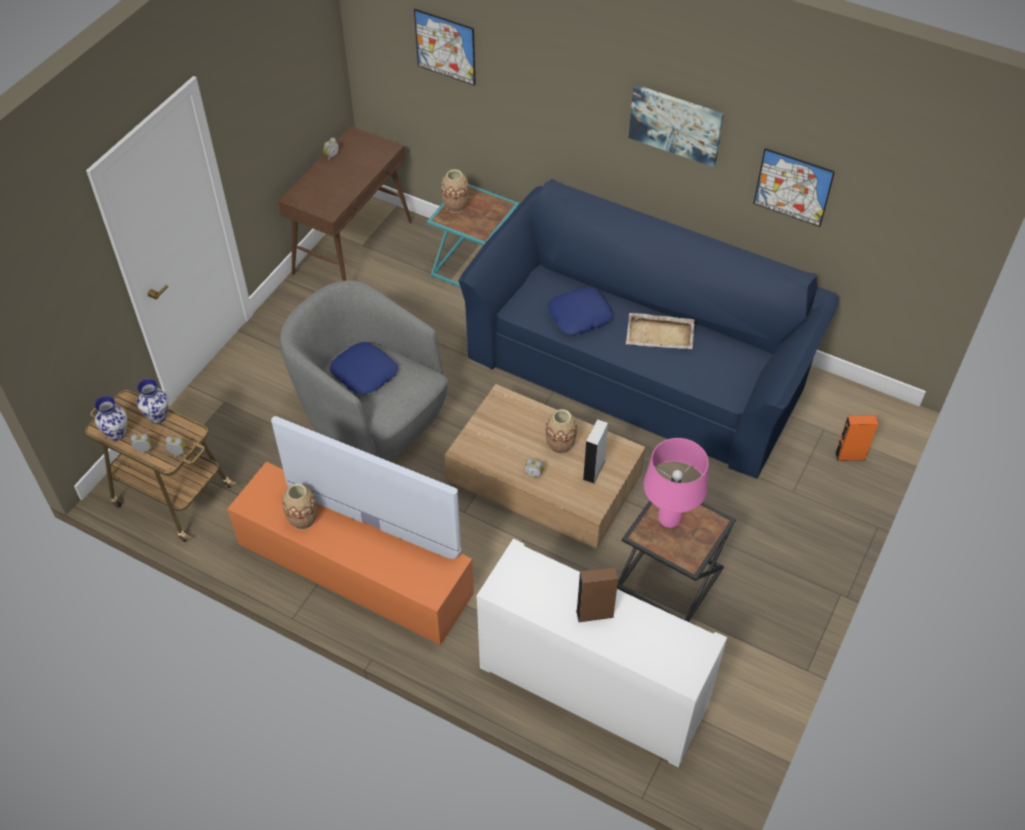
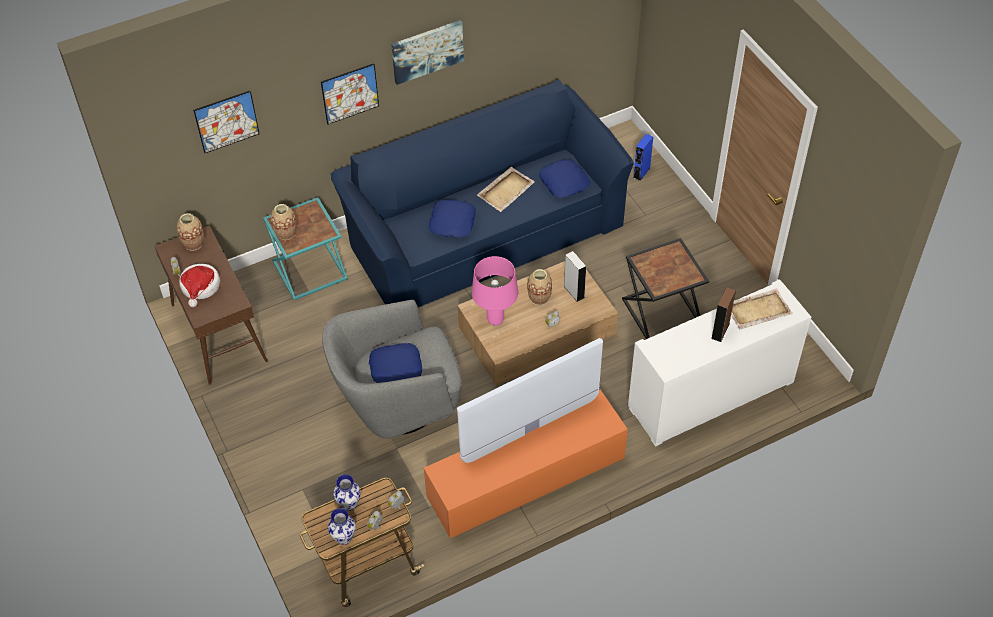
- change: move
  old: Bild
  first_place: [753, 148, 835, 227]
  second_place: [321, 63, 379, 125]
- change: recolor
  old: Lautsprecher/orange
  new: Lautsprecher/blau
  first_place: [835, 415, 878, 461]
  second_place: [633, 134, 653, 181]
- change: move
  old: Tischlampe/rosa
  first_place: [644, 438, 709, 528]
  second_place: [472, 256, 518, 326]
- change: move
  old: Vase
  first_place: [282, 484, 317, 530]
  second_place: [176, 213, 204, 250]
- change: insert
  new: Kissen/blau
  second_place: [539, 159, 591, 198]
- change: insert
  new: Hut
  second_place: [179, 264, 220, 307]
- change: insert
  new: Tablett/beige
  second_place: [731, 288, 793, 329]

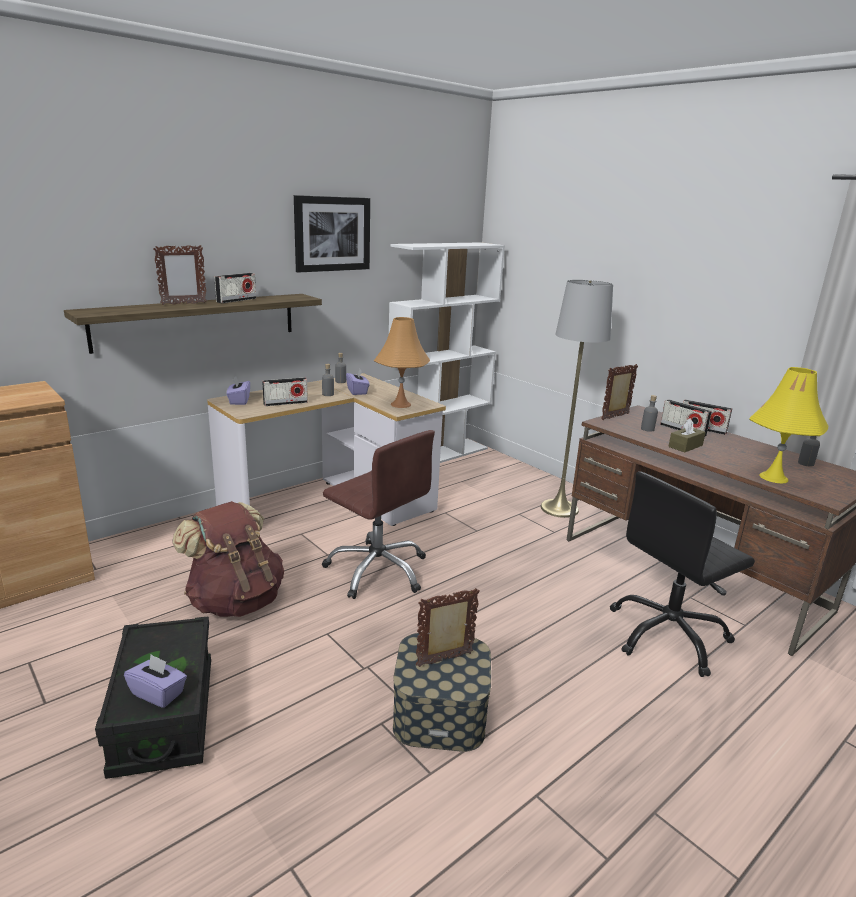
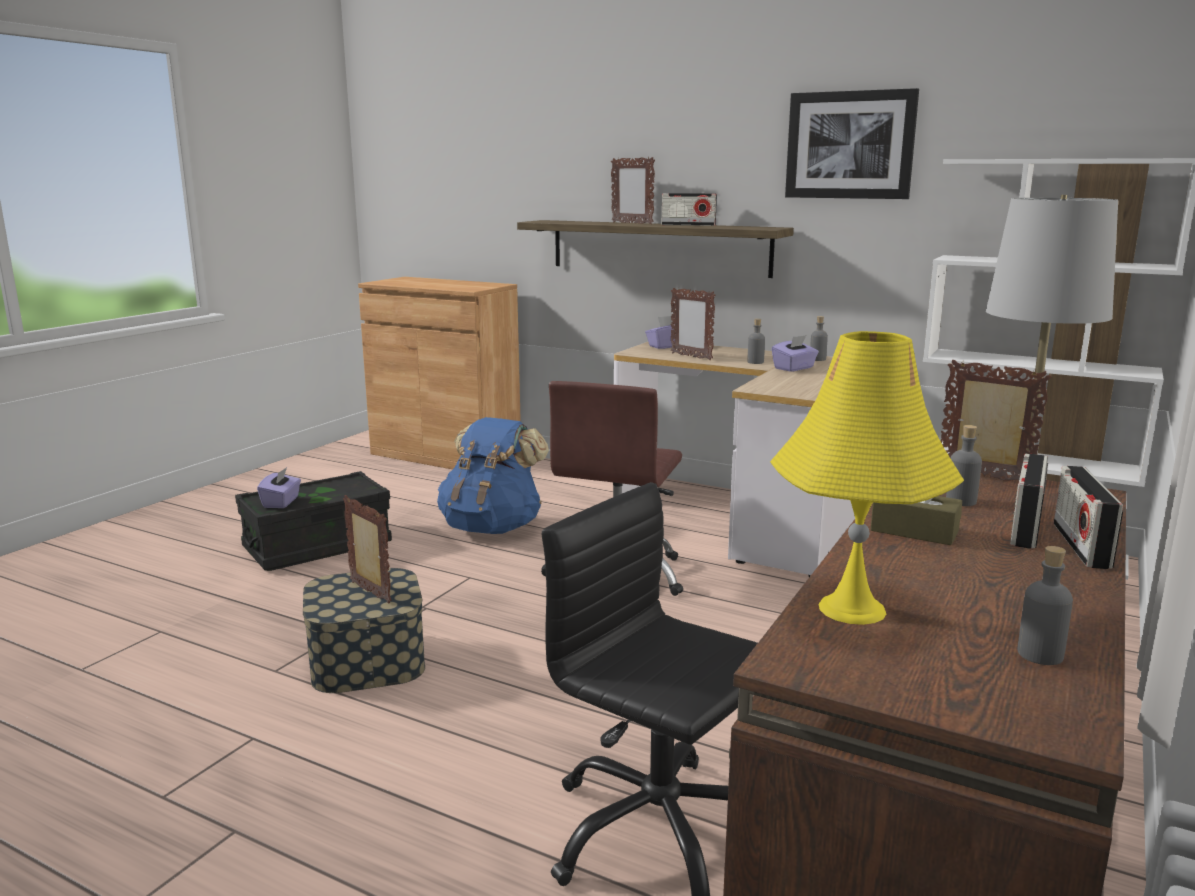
- change: delete
  old: Tischlampe/orange
  first_place: [374, 317, 430, 408]
- change: replace
  old: Radio
  new: Bilderrahmen
  first_place: [262, 377, 308, 406]
  second_place: [671, 288, 716, 360]
- change: recolor
  old: Rucksack/braun
  new: Rucksack/blau
  first_place: [172, 501, 284, 617]
  second_place: [437, 417, 549, 534]

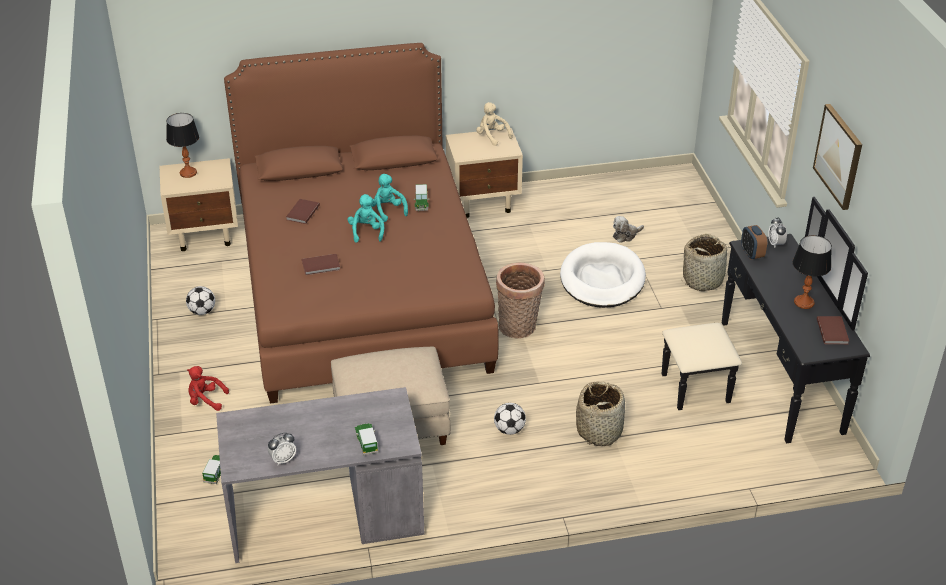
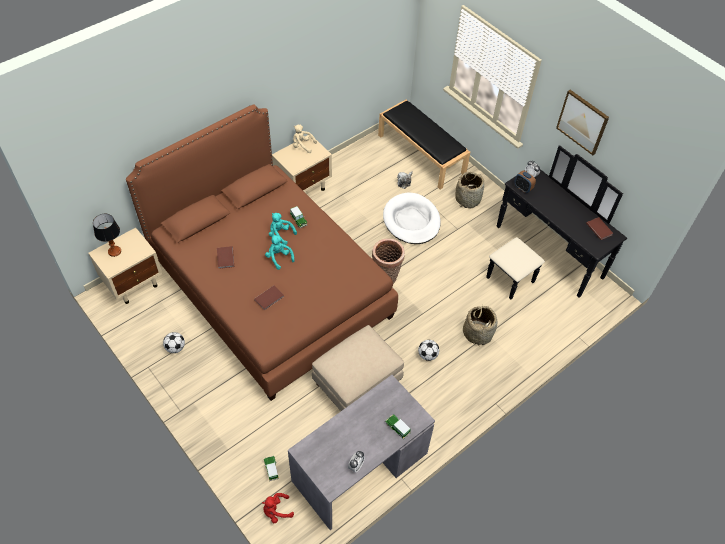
- change: delete
  old: Tischlampe
  first_place: [792, 235, 832, 309]
- change: move
  old: Plüschtier/rot
  first_place: [187, 366, 229, 411]
  second_place: [262, 493, 294, 523]
- change: insert
  new: Bank/schwarz
  second_place: [378, 99, 470, 189]

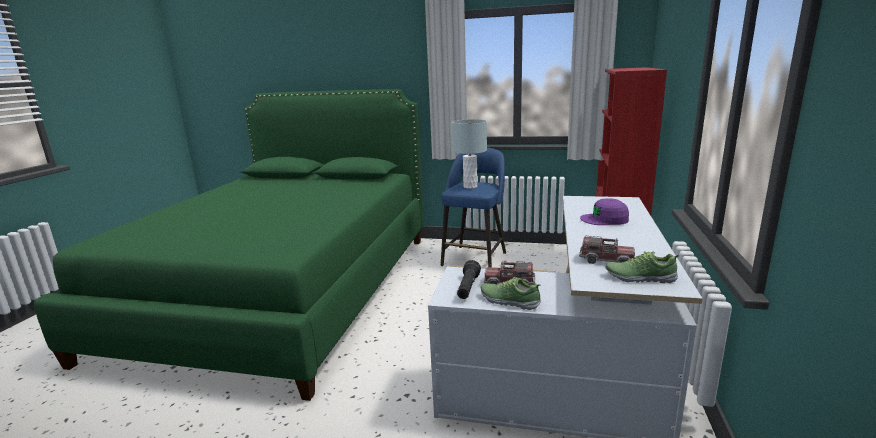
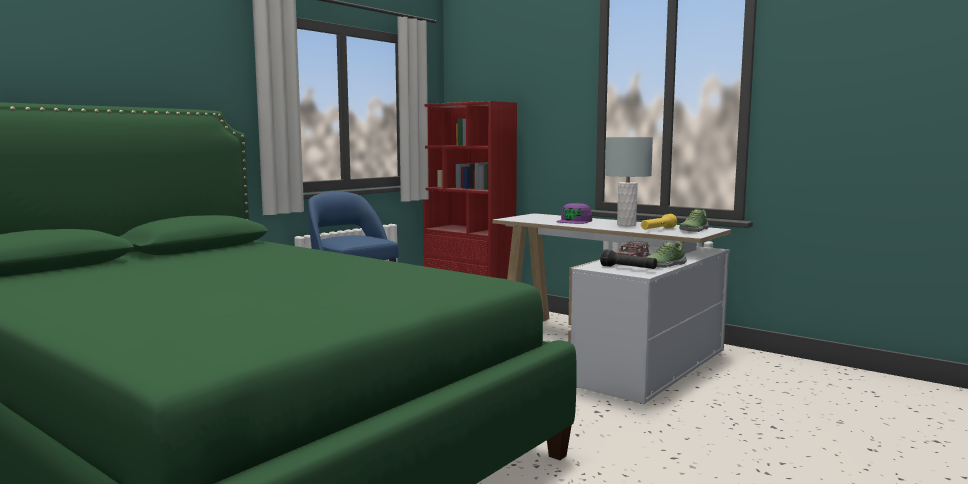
- change: move
  old: Tischlampe/grau
  first_place: [452, 119, 487, 189]
  second_place: [605, 137, 653, 226]
- change: replace
  old: Spielzeuglaster
  new: Taschenlampe/gelb
  first_place: [579, 236, 635, 264]
  second_place: [641, 214, 677, 229]

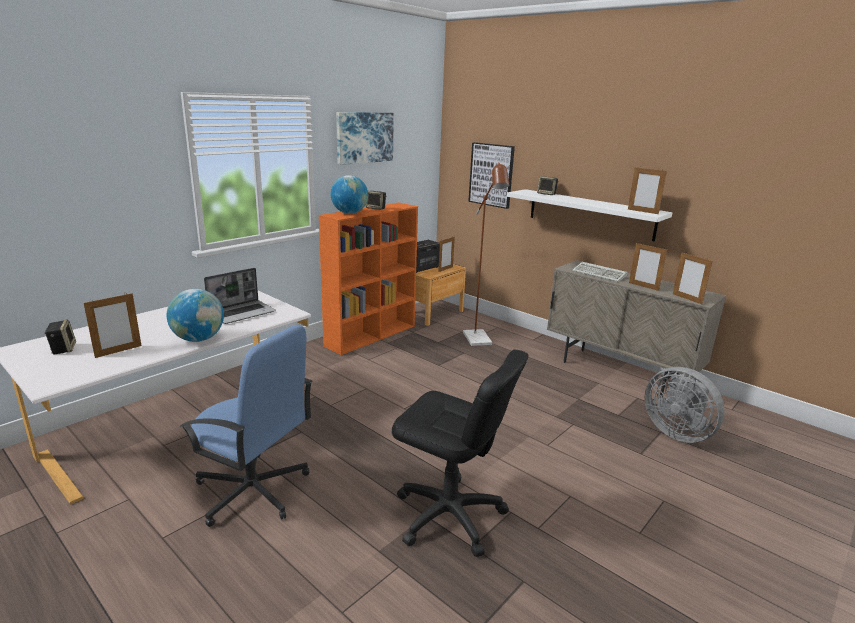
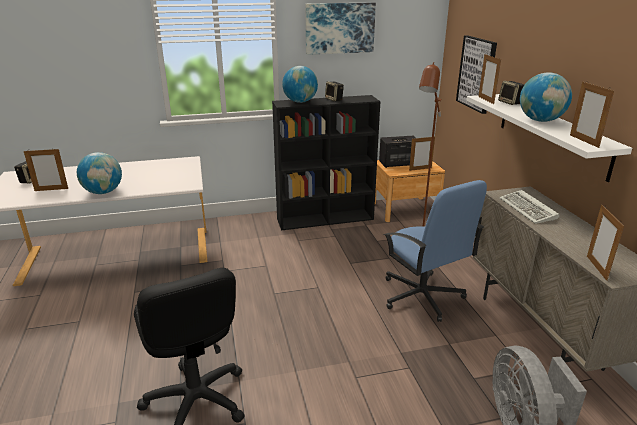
- change: recolor
  old: Bücherregal/orange
  new: Bücherregal/schwarz
  first_place: [319, 203, 418, 355]
  second_place: [272, 95, 380, 230]
- change: move
  old: Bilderrahmen
  first_place: [629, 243, 667, 291]
  second_place: [478, 54, 501, 104]
- change: delete
  old: Laptop
  first_place: [204, 268, 276, 324]
- change: move
  old: Bürostuhl/blau
  first_place: [179, 325, 313, 527]
  second_place: [384, 180, 487, 322]
- change: insert
  new: Globus
  second_place: [520, 72, 572, 122]

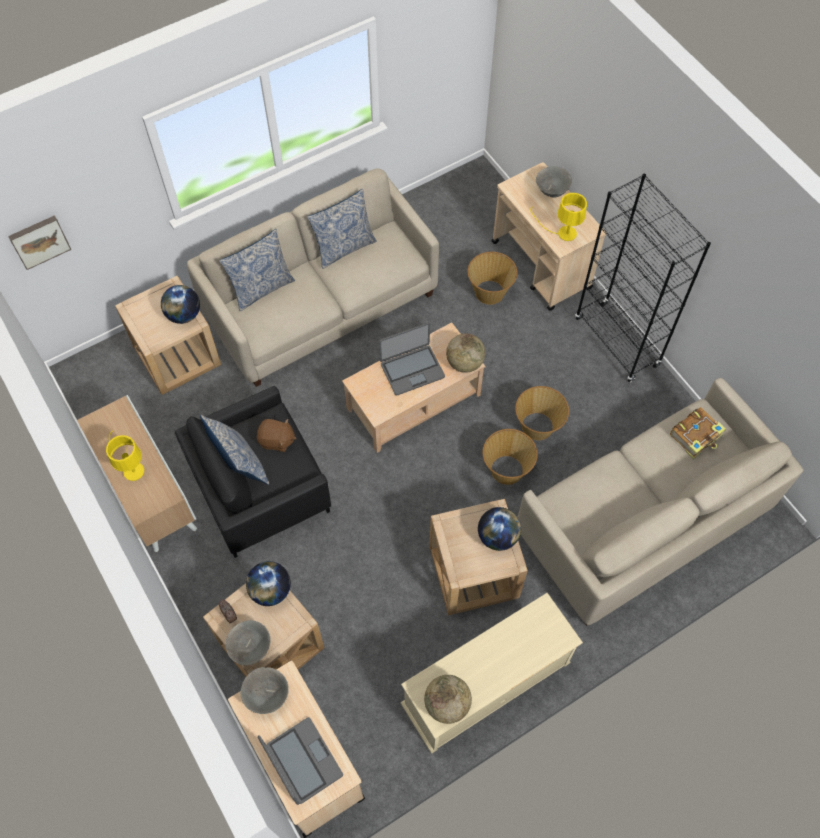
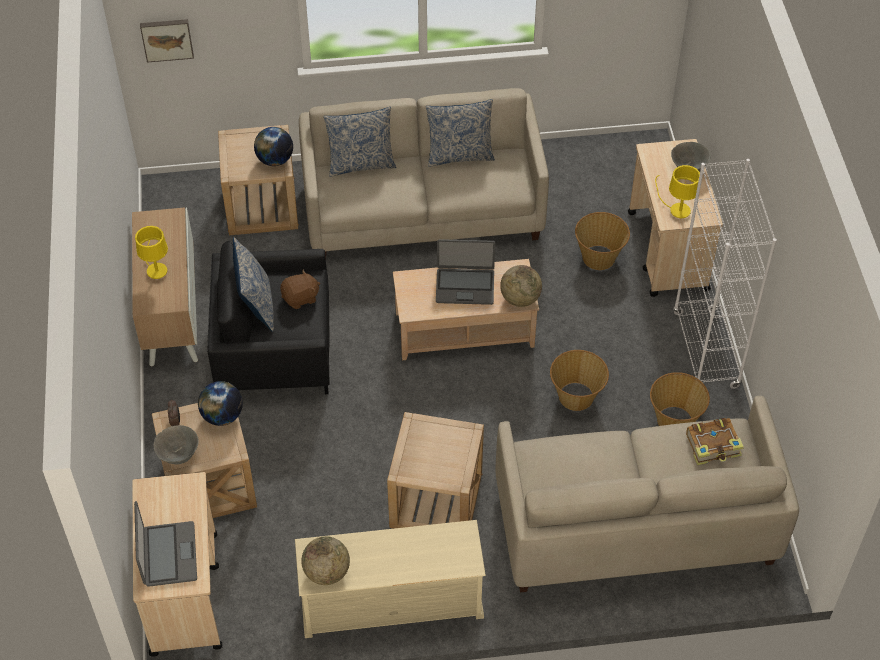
- change: recolor
  old: Bücherregal/schwarz
  new: Bücherregal/weiß
  first_place: [575, 174, 711, 383]
  second_place: [673, 159, 777, 389]
- change: rotate
  old: Plüschtier/braun
  first_place: [257, 419, 296, 452]
  second_place: [280, 269, 320, 309]
  degrees: -60
- change: move
  old: Korb
  first_place: [483, 429, 538, 485]
  second_place: [650, 372, 710, 426]
- change: delete
  old: Globus
  first_place: [478, 507, 521, 551]
- change: delete
  old: Schüssel/grau
  first_place: [240, 667, 289, 714]

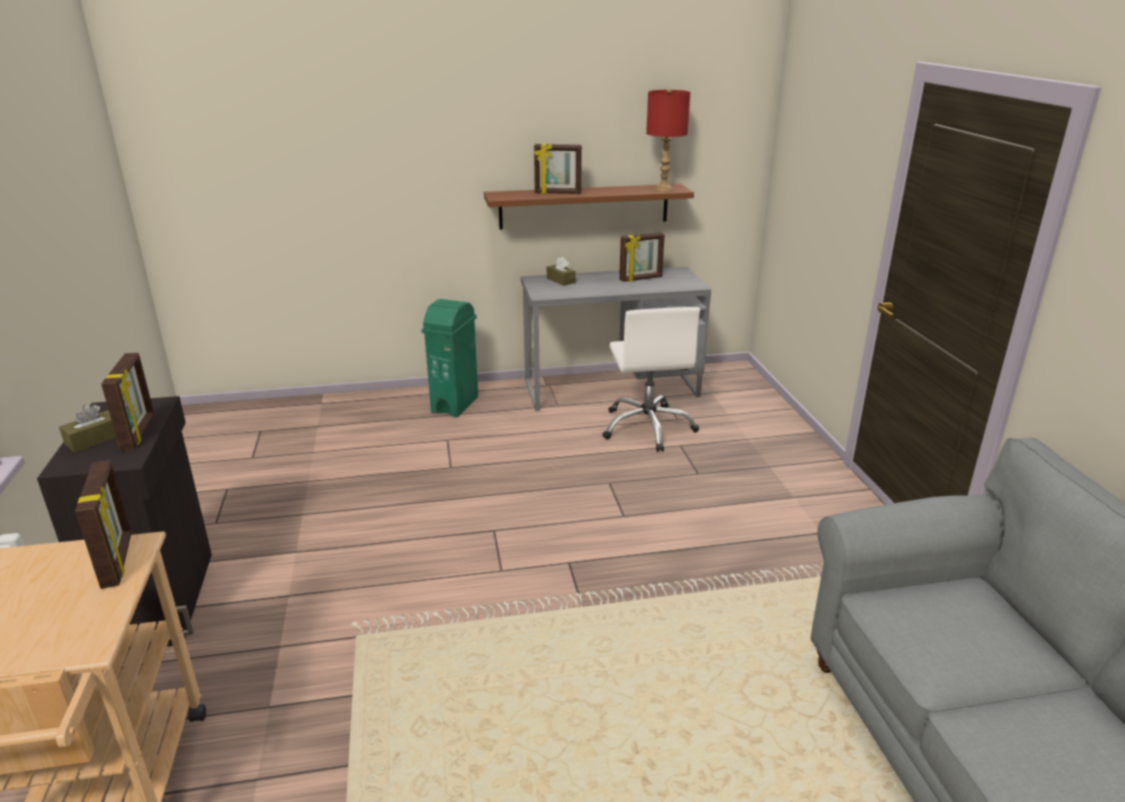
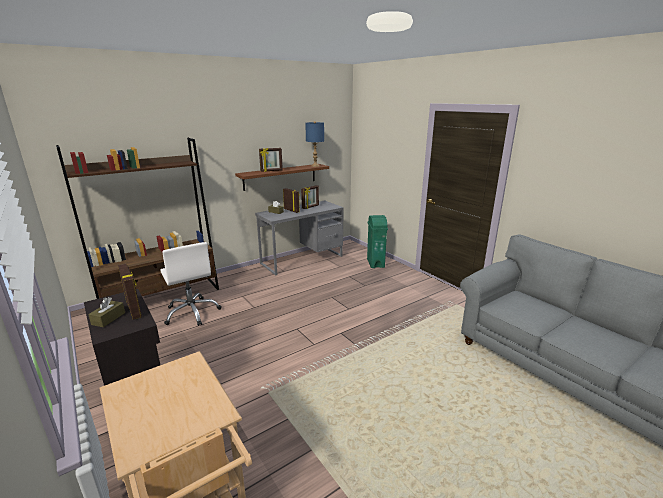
- change: recolor
  old: Tischlampe/rot
  new: Tischlampe/blau
  first_place: [646, 88, 691, 192]
  second_place: [305, 121, 324, 167]
- change: move
  old: Mülleimer/grün
  first_place: [422, 299, 478, 417]
  second_place: [367, 215, 388, 268]
- change: move
  old: Bürostuhl/weiß
  first_place: [602, 307, 700, 452]
  second_place: [160, 242, 222, 326]
- change: move
  old: Bilderrahmen
  first_place: [75, 460, 132, 589]
  second_place: [283, 188, 300, 213]
- change: insert
  new: Bücherregal/braun
  second_place: [56, 138, 219, 299]

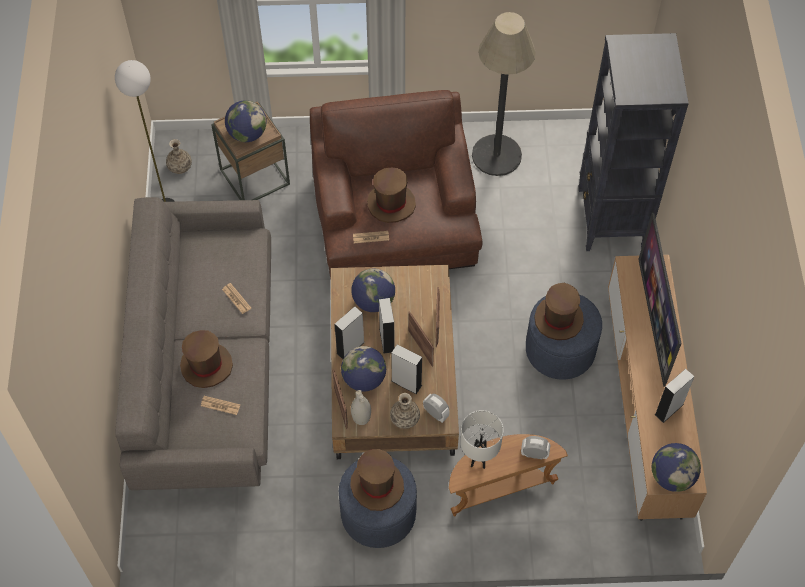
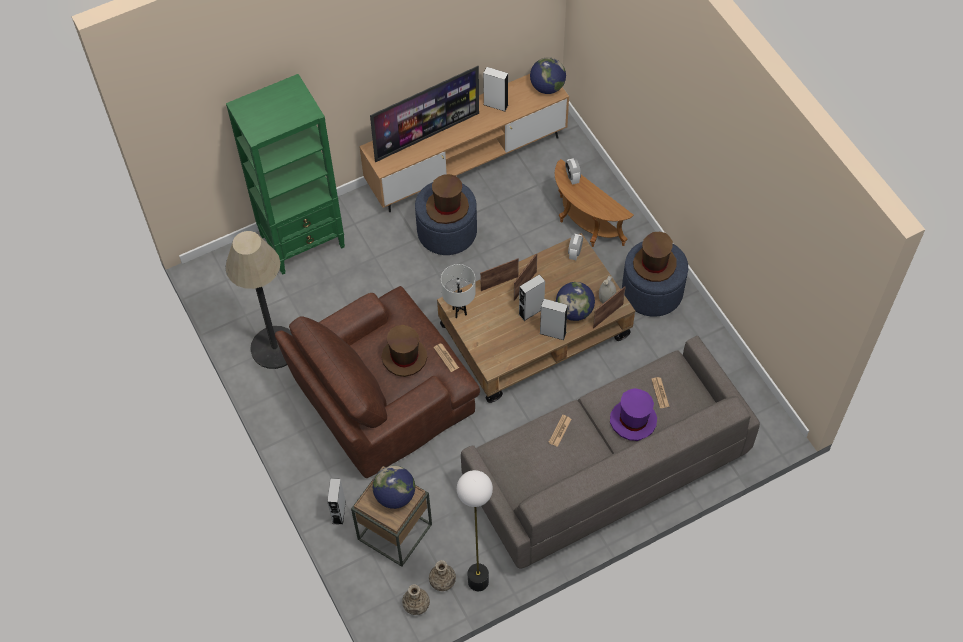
- change: recolor
  old: Bücherregal/schwarz
  new: Bücherregal/grün
  first_place: [578, 33, 689, 251]
  second_place: [226, 74, 345, 275]
- change: delete
  old: Globus
  first_place: [351, 269, 395, 312]
- change: recolor
  old: Hut/braun
  new: Hut/lila
  first_place: [180, 330, 233, 388]
  second_place: [610, 388, 657, 441]
- change: move
  old: Lautsprecher/grau
  first_place: [391, 344, 422, 394]
  second_place: [327, 478, 346, 525]
- change: move
  old: Vase
  first_place: [390, 393, 420, 429]
  second_place: [429, 560, 456, 591]
- change: move
  old: Tischlampe/weiß
  first_place: [460, 410, 504, 469]
  second_place: [441, 264, 476, 319]

